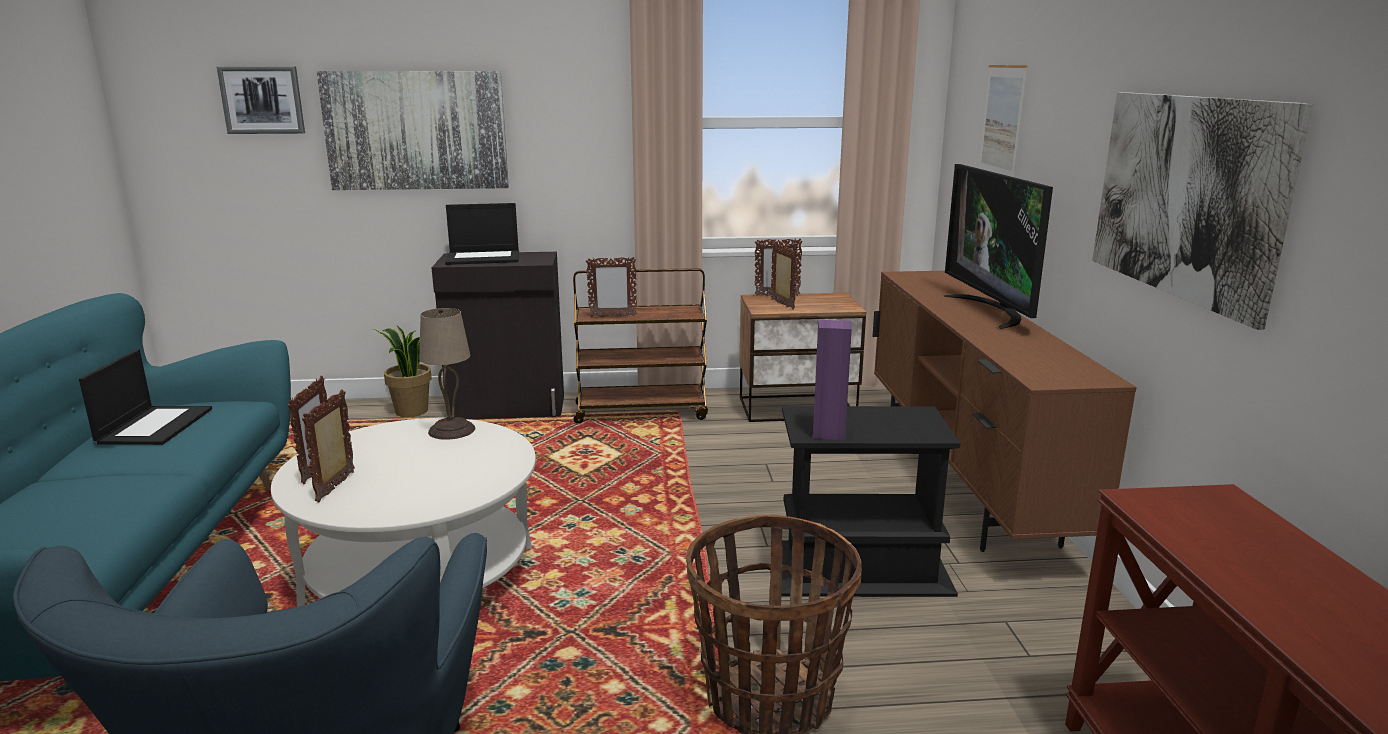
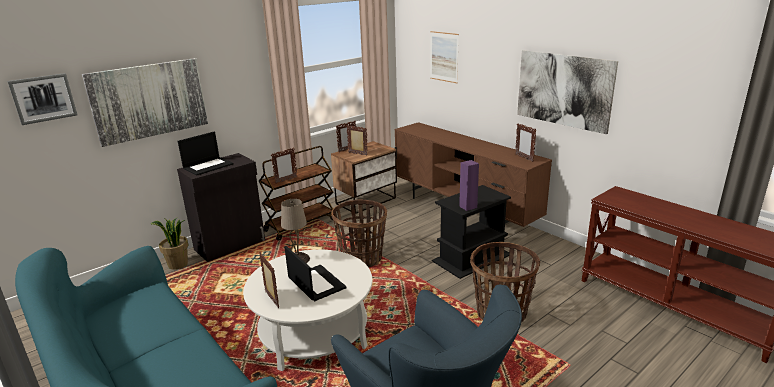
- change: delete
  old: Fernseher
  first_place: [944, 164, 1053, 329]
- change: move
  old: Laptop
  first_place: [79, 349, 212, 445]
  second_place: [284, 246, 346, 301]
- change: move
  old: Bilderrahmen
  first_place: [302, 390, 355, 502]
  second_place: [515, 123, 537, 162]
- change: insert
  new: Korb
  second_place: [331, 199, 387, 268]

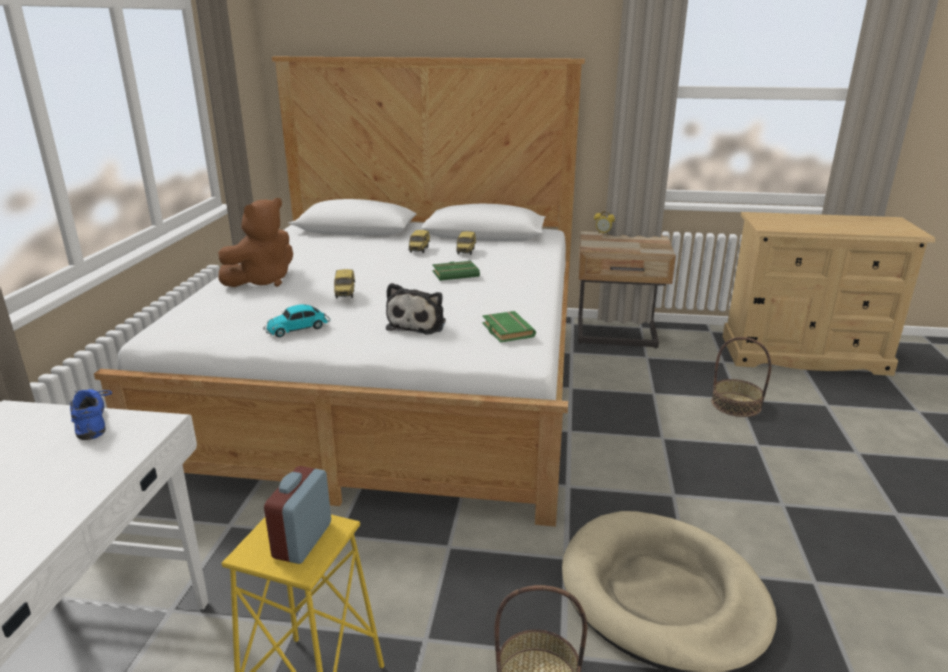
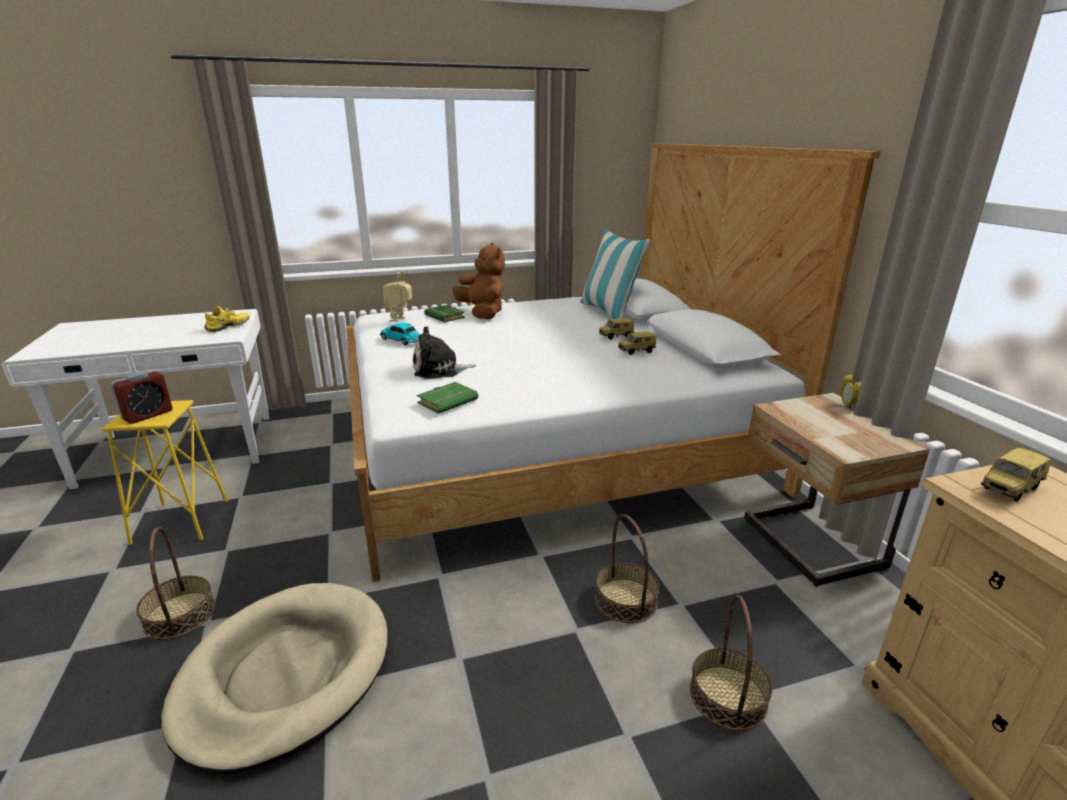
- change: rotate
  old: Plüschtier/braun
  first_place: [218, 198, 293, 287]
  second_place: [453, 242, 505, 319]
  degrees: -135
- change: move
  old: Buch/grün
  first_place: [432, 261, 480, 281]
  second_place: [424, 305, 465, 322]
- change: move
  old: Spielzeugauto
  first_place: [334, 269, 355, 299]
  second_place: [981, 447, 1051, 502]
- change: recolor
  old: Schuh/blau
  new: Schuh/gelb
  first_place: [70, 389, 112, 440]
  second_place: [204, 306, 250, 332]
- change: rotate
  old: Wecker
  first_place: [264, 466, 331, 564]
  second_place: [111, 370, 173, 424]
  degrees: 135
- change: insert
  new: Kissen
  second_place: [580, 229, 651, 319]
- change: insert
  new: Spielzeugroboter
  second_place: [383, 271, 412, 322]
- change: insert
  new: Korb
  second_place: [595, 514, 659, 623]

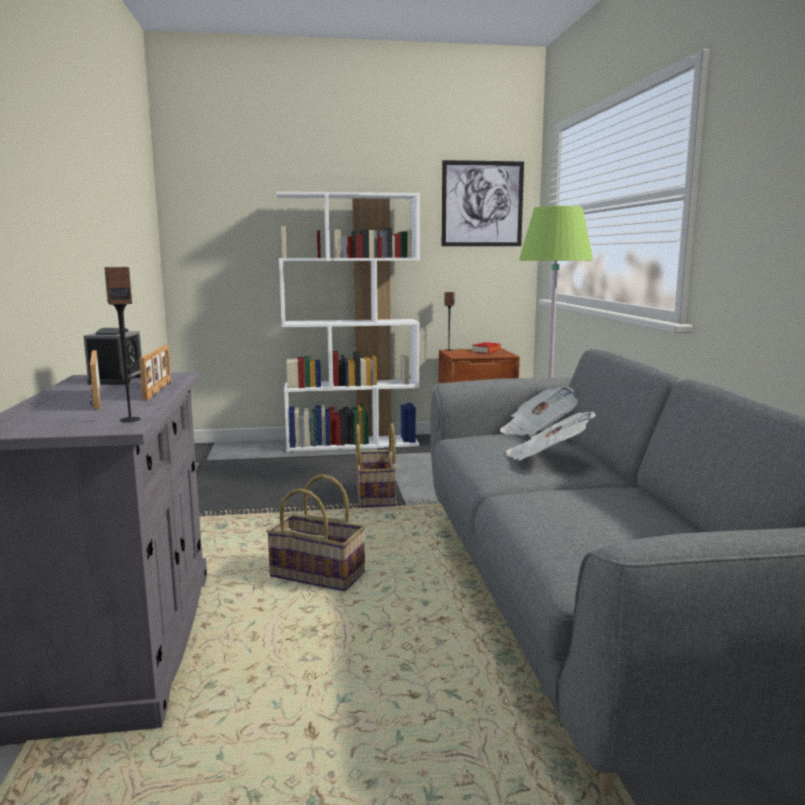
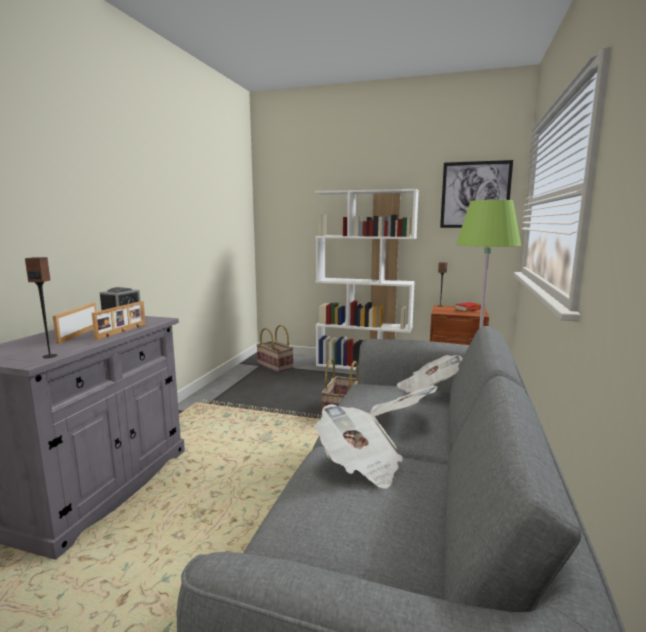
- change: move
  old: Korb
  first_place: [266, 474, 366, 591]
  second_place: [256, 325, 293, 372]
- change: insert
  new: Zeitung
  second_place: [316, 404, 403, 489]

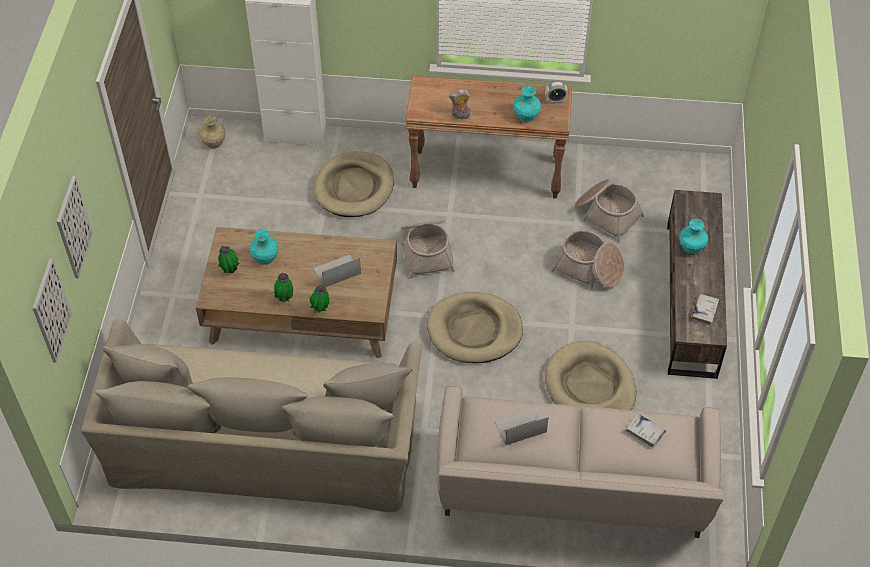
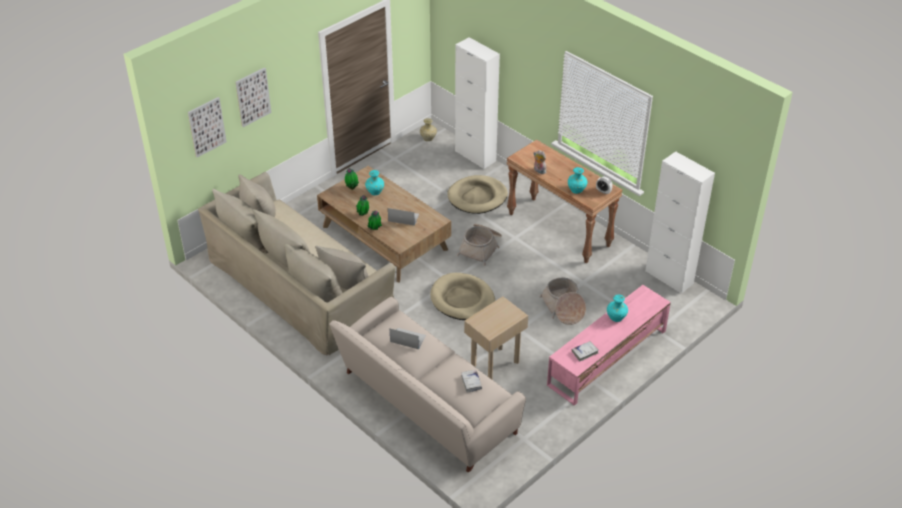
- change: delete
  old: Korb
  first_place: [574, 179, 644, 242]
- change: recolor
  old: Fernsehschrank/braun
  new: Fernsehschrank/rosa
  first_place: [667, 190, 727, 379]
  second_place: [547, 285, 671, 406]
- change: replace
  old: Hundebett/beige
  new: Beistelltisch/beige
  first_place: [545, 341, 636, 411]
  second_place: [464, 296, 528, 379]
- change: insert
  new: Schrank/weiß
  second_place: [645, 152, 715, 294]

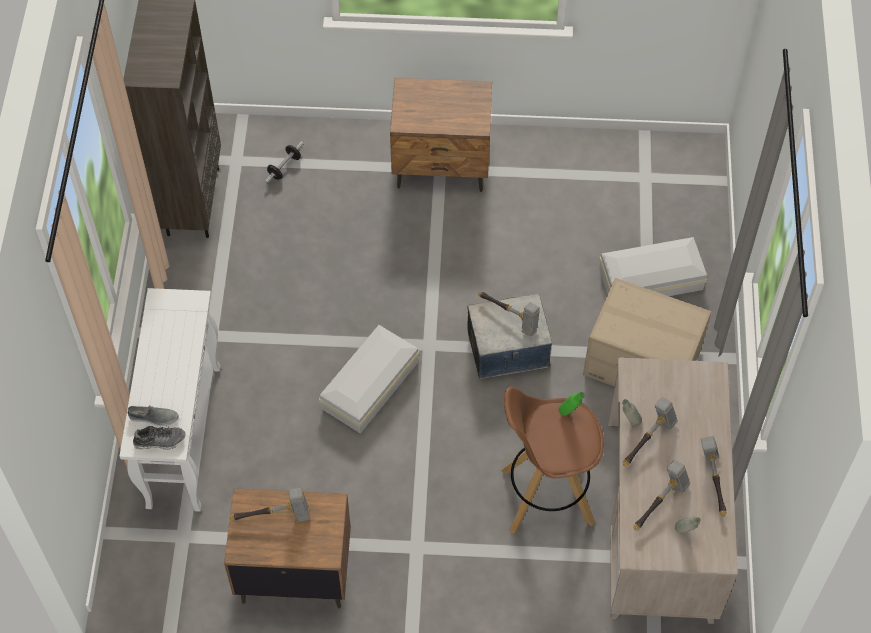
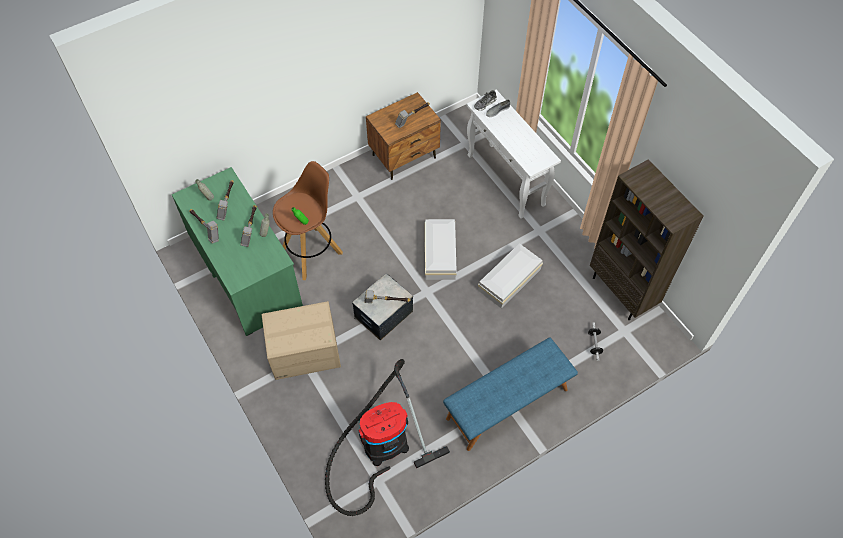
- change: replace
  old: Nachttisch/braun
  new: Bank/blau
  first_place: [390, 78, 492, 192]
  second_place: [443, 337, 578, 451]
- change: move
  old: Aufbewahrungsbox/weiß
  first_place: [599, 237, 707, 296]
  second_place: [478, 243, 543, 309]
- change: recolor
  old: Schreibtisch/beige
  new: Schreibtisch/grün
  first_place: [608, 357, 738, 624]
  second_place: [172, 167, 303, 336]
- change: insert
  new: Staubsauger
  second_place: [325, 359, 450, 516]

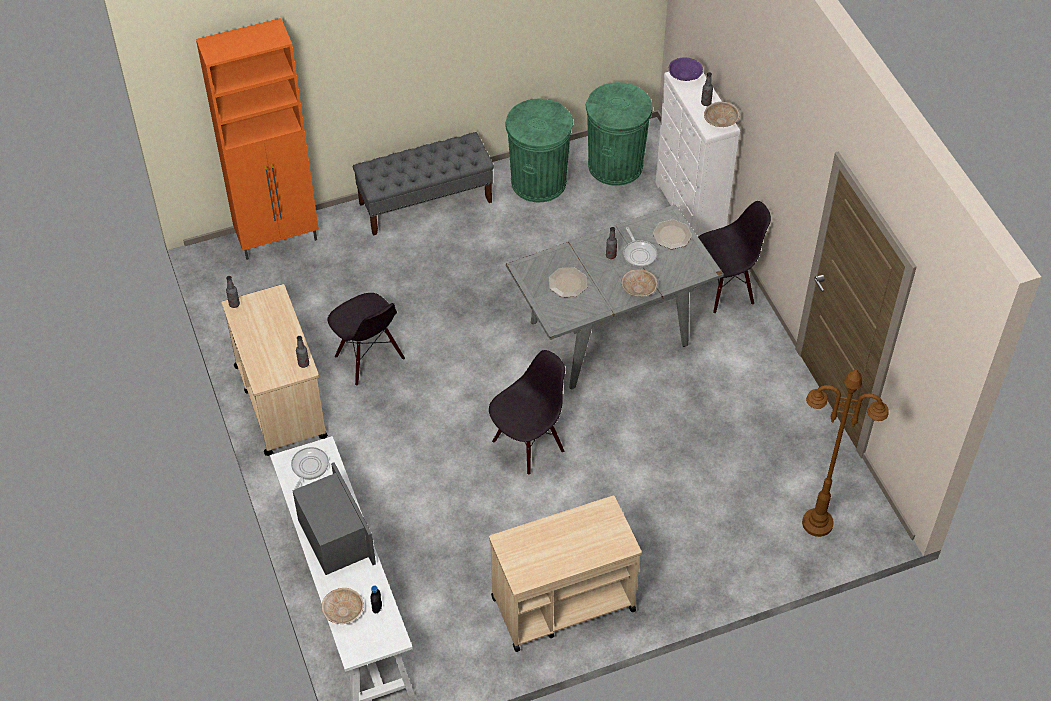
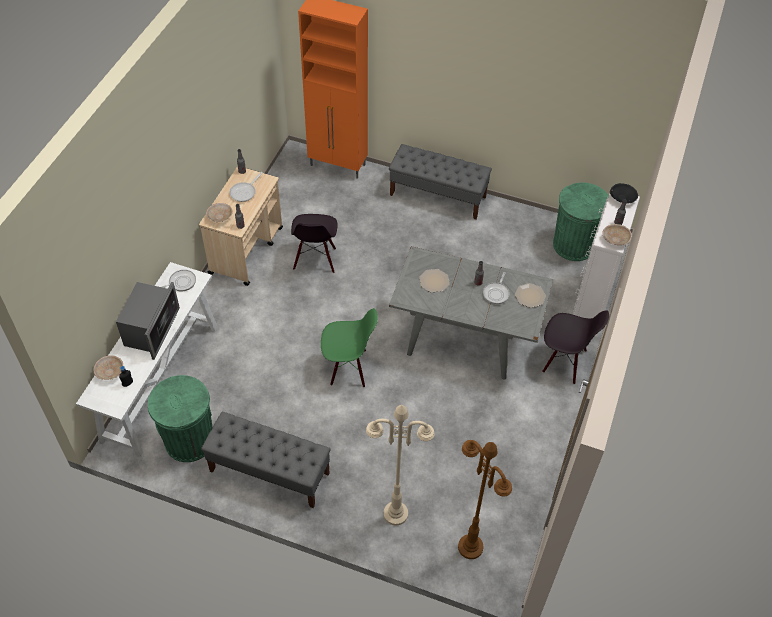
- change: recolor
  old: Schüssel/lila
  new: Schüssel/schwarz
  first_place: [669, 57, 703, 81]
  second_place: [610, 183, 638, 204]
- change: move
  old: Mülleimer/grün
  first_place: [505, 99, 573, 202]
  second_place: [148, 375, 213, 462]
- change: move
  old: Schüssel/beige
  first_place: [621, 269, 657, 296]
  second_place: [206, 203, 233, 222]
- change: recolor
  old: Stuhl/schwarz
  new: Stuhl/grün
  first_place: [489, 350, 565, 475]
  second_place: [321, 308, 378, 387]
- change: replace
  old: Rollwagen/beige
  new: Bank/grau
  first_place: [489, 496, 642, 652]
  second_place: [201, 412, 331, 508]
- change: insert
  new: Pfanne
  second_place: [229, 172, 263, 202]
- change: insert
  new: Stehlampe/beige
  second_place: [366, 405, 435, 525]

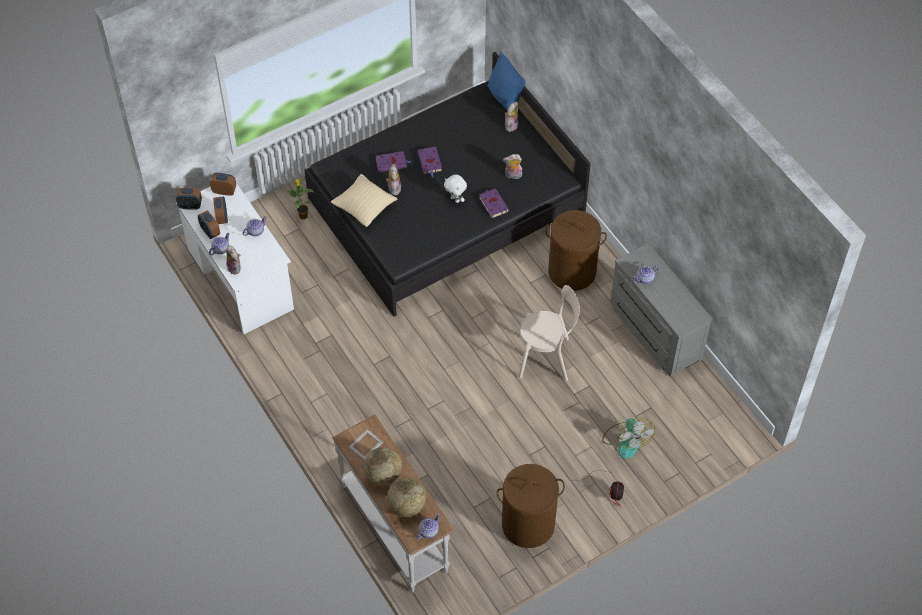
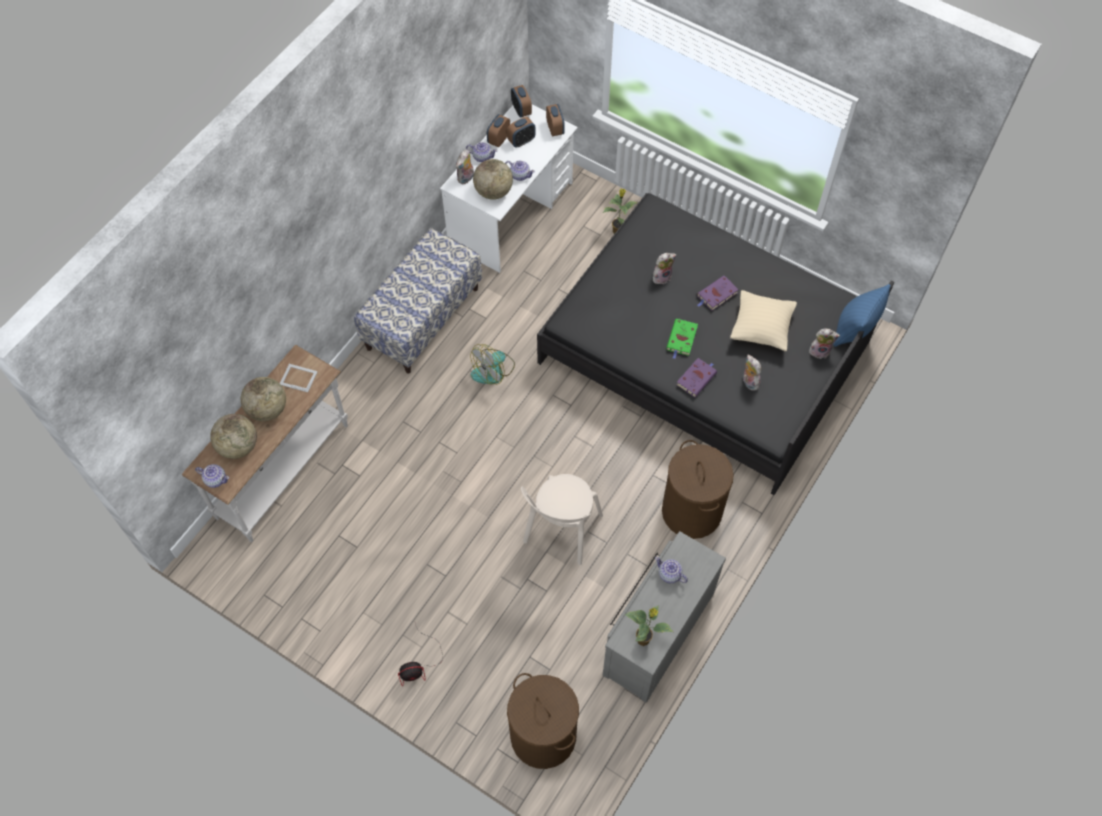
- change: delete
  old: Buch/lila
  first_place: [376, 151, 412, 172]
- change: move
  old: Kissen/beige
  first_place: [331, 174, 397, 227]
  second_place: [730, 290, 797, 351]
- change: replace
  old: Plüschtier/weiß
  new: Buch/grün
  first_place: [444, 174, 467, 203]
  second_place: [666, 319, 698, 359]
- change: rotate
  old: Stuhl/beige
  first_place: [518, 285, 580, 381]
  second_place: [521, 474, 603, 565]
  degrees: 45
- change: move
  old: Ventilator
  first_place: [602, 418, 655, 459]
  second_place: [470, 344, 515, 384]
- change: move
  old: Wäschekorb/braun
  first_place: [497, 464, 565, 548]
  second_place: [507, 673, 579, 769]
- change: insert
  new: Globus
  second_place: [473, 159, 513, 200]
- change: insert
  new: Bank
  second_place: [354, 228, 482, 373]
- change: insert
  new: Topfpflanze
  second_place: [624, 605, 673, 646]

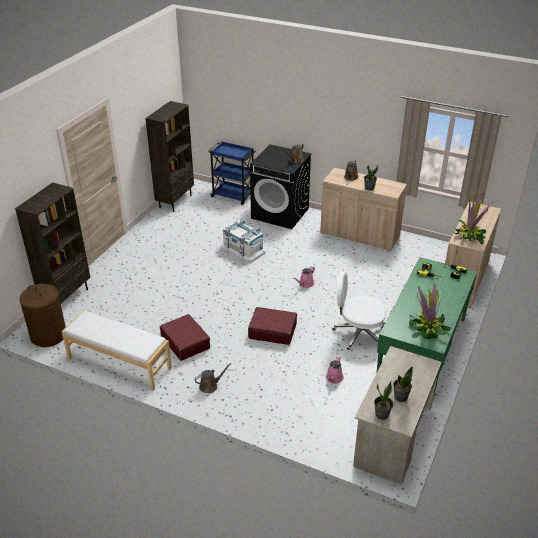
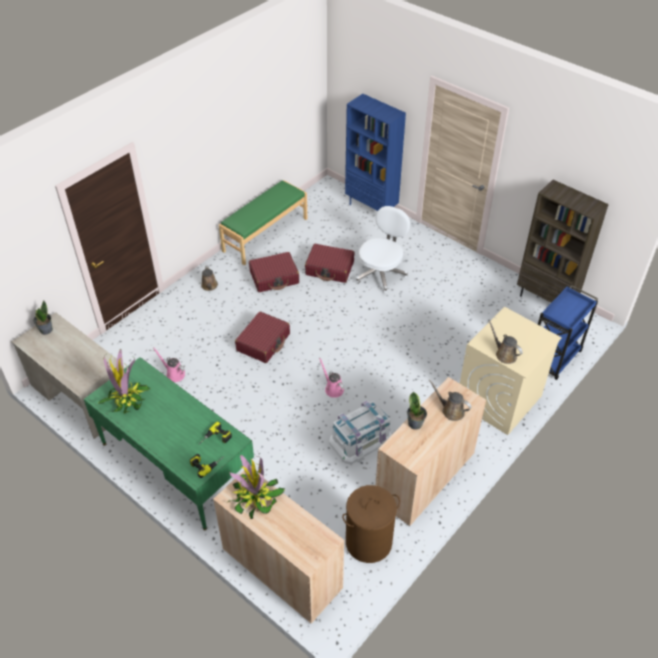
- change: recolor
  old: Waschmaschine/schwarz
  new: Waschmaschine/beige
  first_place: [250, 144, 311, 229]
  second_place: [460, 307, 562, 435]
- change: recolor
  old: Bücherregal/braun
  new: Bücherregal/blau
  first_place: [15, 182, 90, 313]
  second_place: [345, 94, 406, 211]
- change: move
  old: Aufbewahrungsbox/weiß
  first_place: [221, 219, 265, 263]
  second_place: [329, 400, 392, 464]
- change: move
  old: Bürostuhl/weiß
  first_place: [332, 271, 386, 350]
  second_place: [356, 206, 410, 293]
- change: move
  old: Wäschekorb/braun
  first_place: [20, 284, 66, 347]
  second_place: [342, 485, 400, 563]
- change: recolor
  old: Bank/weiß
  new: Bank/grün
  first_place: [61, 311, 172, 391]
  second_place: [219, 180, 307, 265]
- change: delete
  old: Topfpflanze
  first_place: [393, 367, 413, 402]
- change: insert
  new: Koffer/rot
  second_place: [305, 244, 354, 283]

